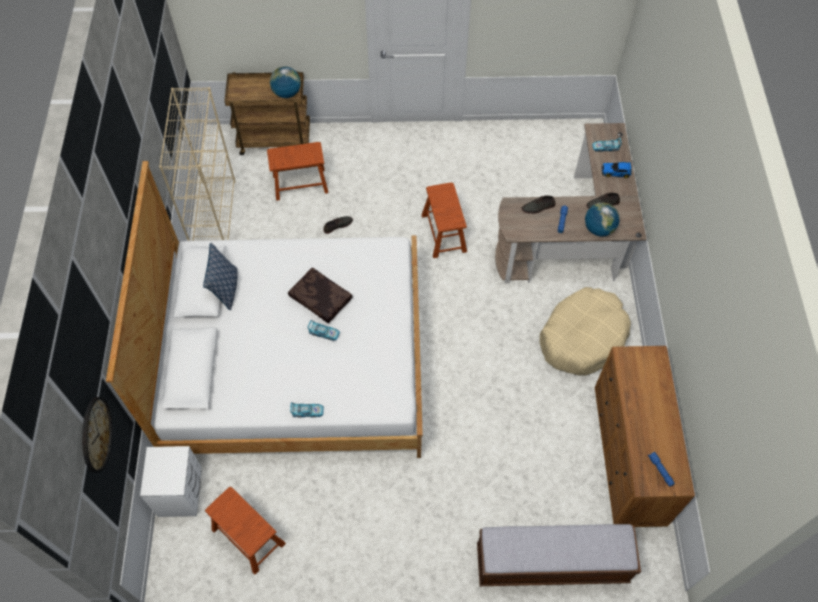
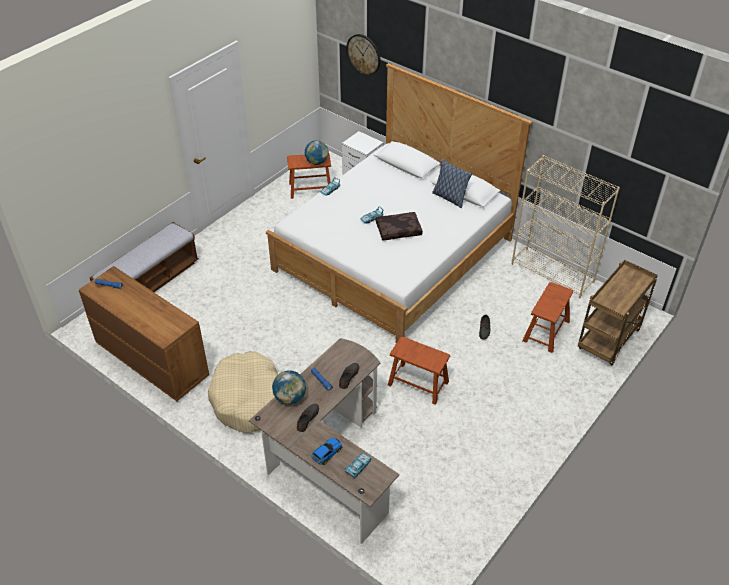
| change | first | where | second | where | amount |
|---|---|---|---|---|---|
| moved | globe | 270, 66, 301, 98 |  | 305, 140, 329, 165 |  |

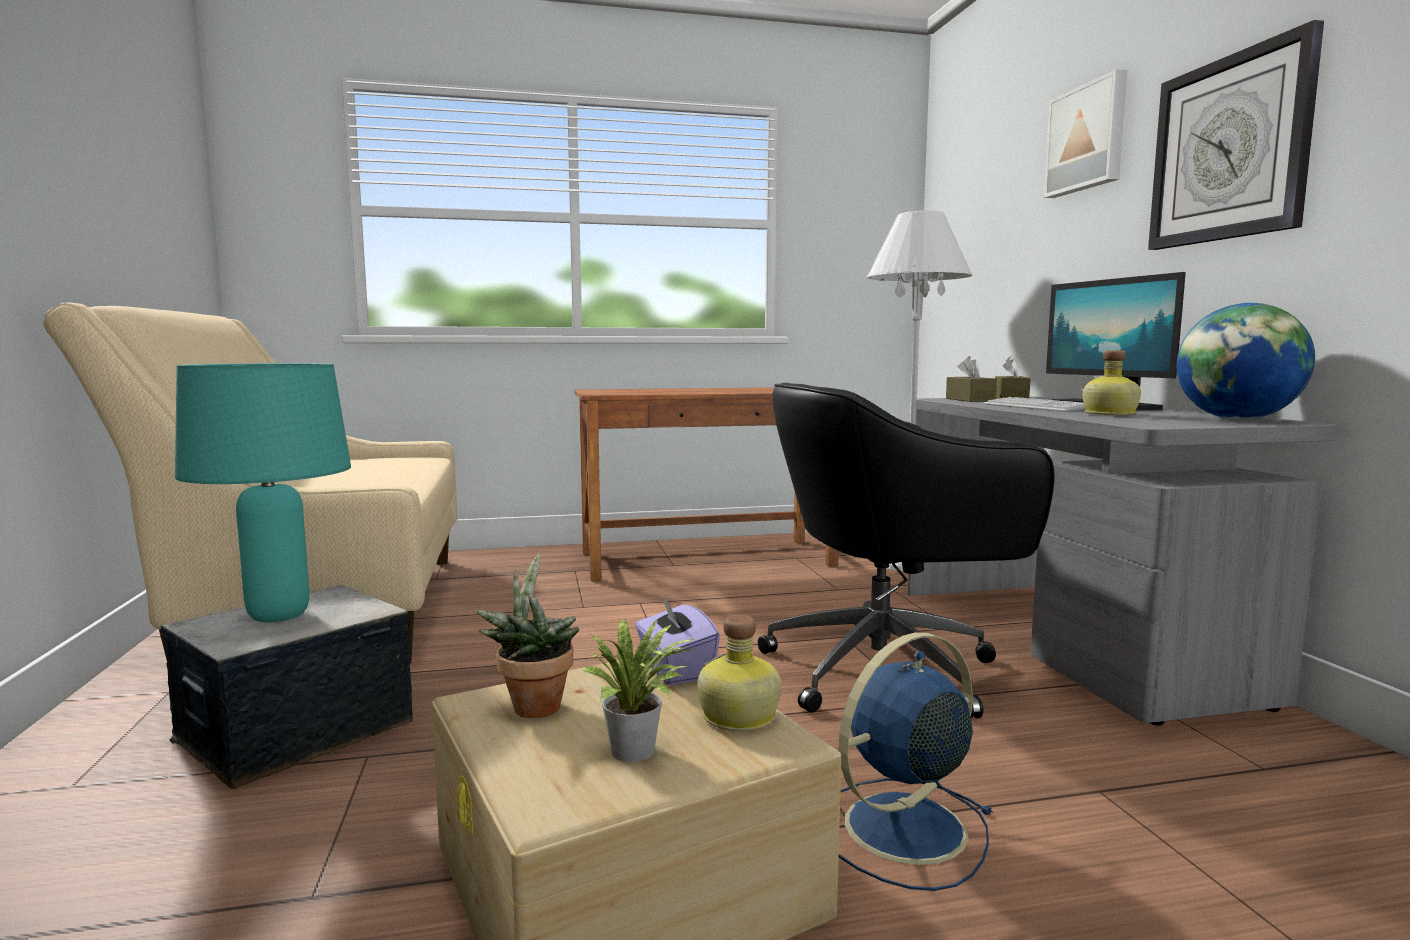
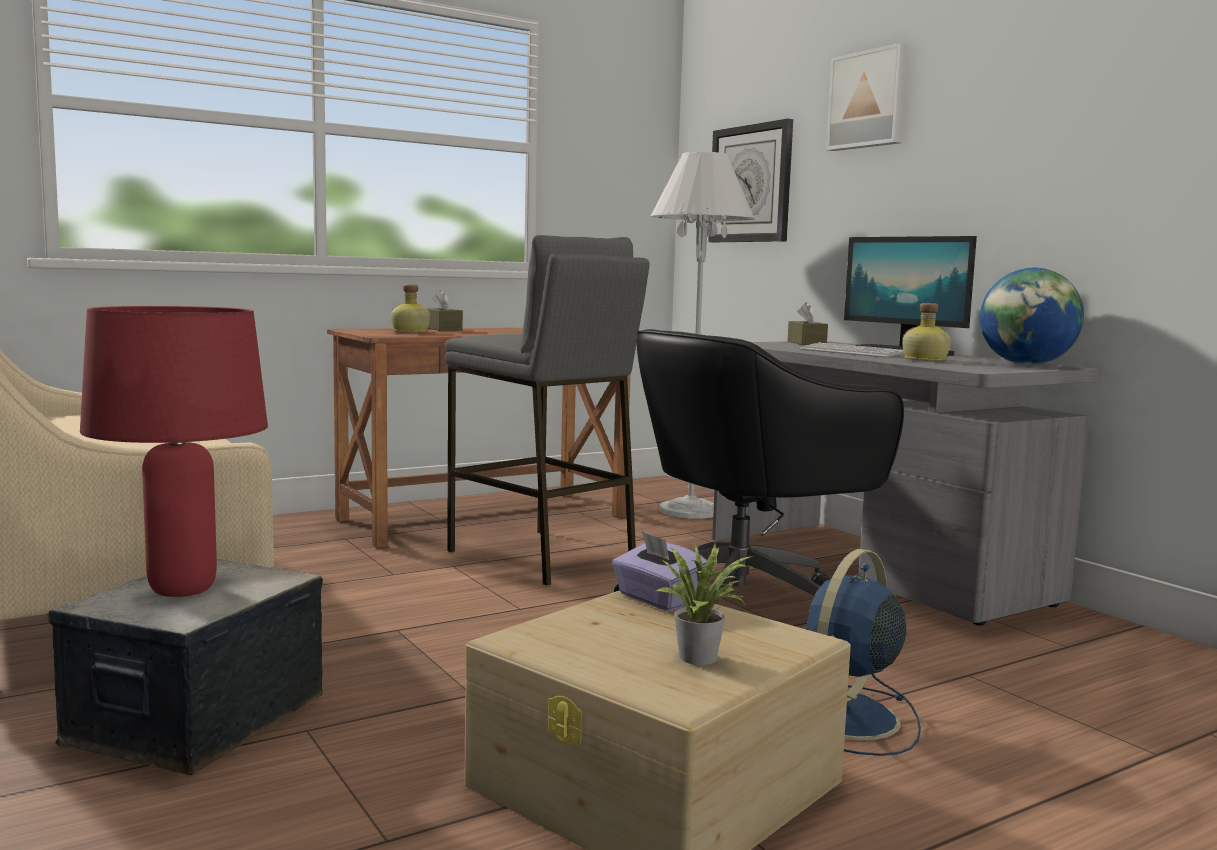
| change | first | where | second | where | amount |
|---|---|---|---|---|---|
| recoloured | turquoise table lamp | 175, 363, 351, 622 | red table lamp | 80, 306, 268, 597 |  |
| moved | bottle | 697, 615, 781, 731 |  | 391, 284, 430, 333 |  |
| moved | brown tissue box | 946, 356, 997, 402 |  | 426, 290, 463, 331 |  |
| added |  |  | grey stool | 445, 235, 649, 586 |  |
| moved | wall clock | 1148, 20, 1324, 250 |  | 708, 119, 793, 242 |  |
| removed | potted plant | 477, 553, 579, 718 |  |  |  |

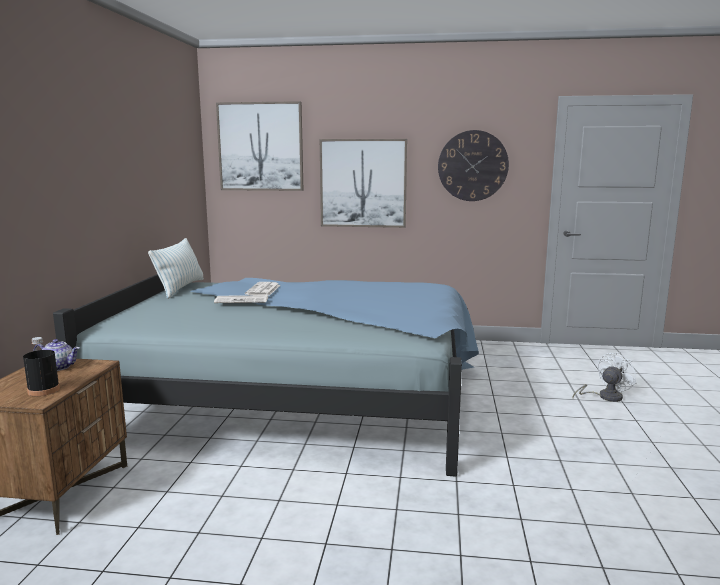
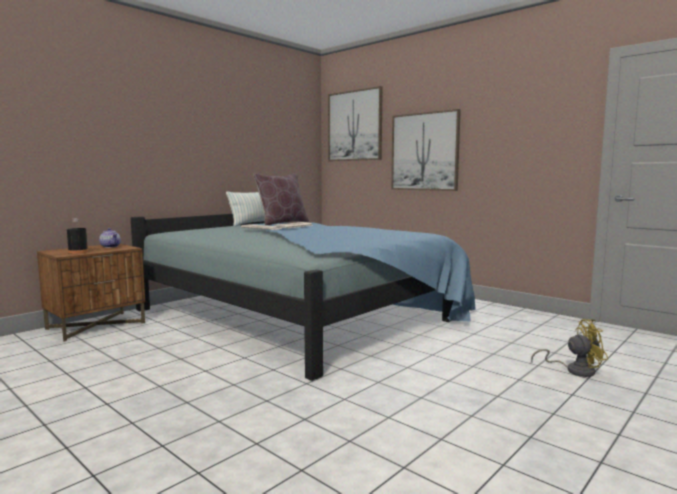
| change | first | where | second | where | amount |
|---|---|---|---|---|---|
| added |  |  | brown pillow | 253, 174, 309, 225 |  |
| recoloured | white fan | 573, 352, 636, 402 | yellow fan | 531, 319, 608, 377 |  |
| removed | wall clock | 438, 130, 509, 201 |  |  |  |

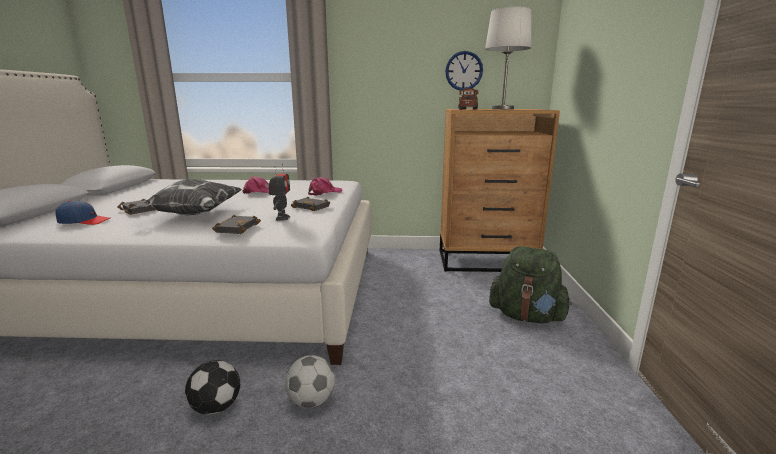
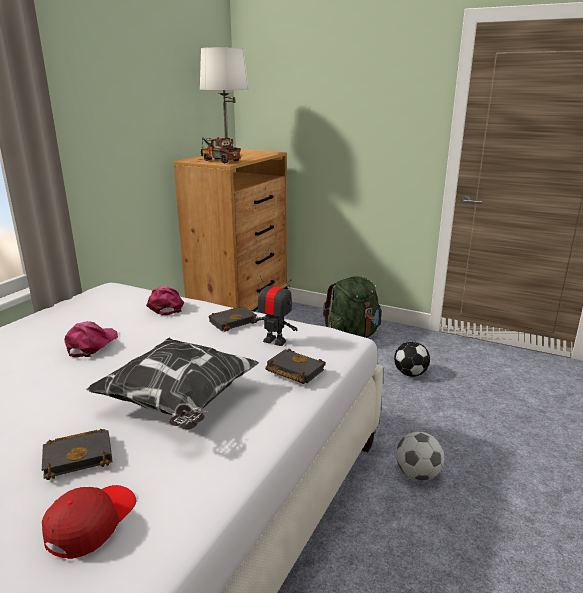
| change | first | where | second | where | amount |
|---|---|---|---|---|---|
| recoloured | blue cap | 55, 200, 110, 225 | red cap | 42, 485, 136, 559 |  |
| moved | football | 185, 360, 240, 415 |  | 394, 341, 430, 377 |  |
| removed | wall clock | 445, 51, 483, 90 |  |  |  |

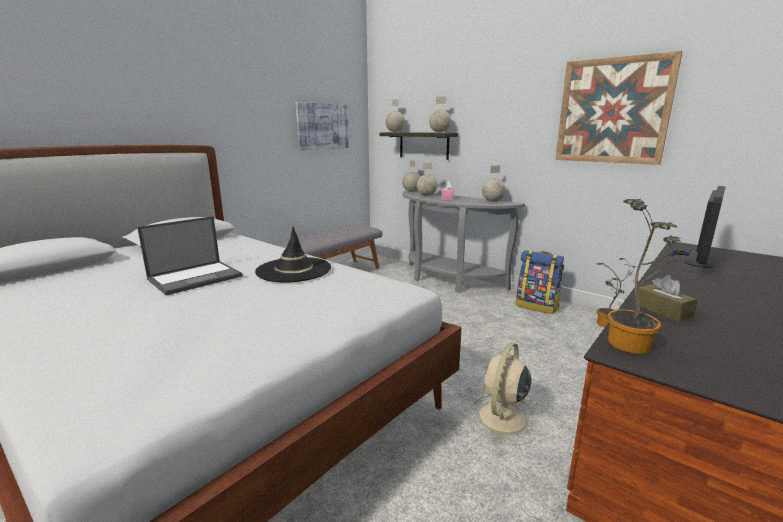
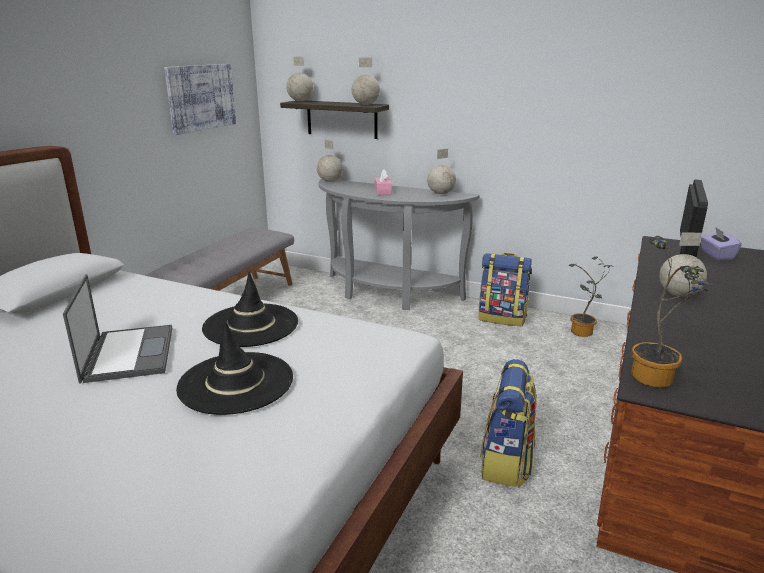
| change | first | where | second | where | amount |
|---|---|---|---|---|---|
| turned | laptop | 137, 216, 243, 295 |  | 63, 274, 172, 384 | 45 degrees counterclockwise |
| added |  |  | black hat | 176, 321, 293, 415 |  |
| replaced | beige fan | 467, 342, 537, 445 | backpack | 480, 359, 537, 487 |  |
| moved | globe | 417, 162, 438, 196 |  | 659, 233, 707, 297 |  |
| added |  |  | purple tissue box | 701, 228, 742, 260 |  |
| removed | picture | 555, 51, 683, 165 |  |  |  |
| removed | brown tissue box | 635, 275, 698, 322 |  |  |  |

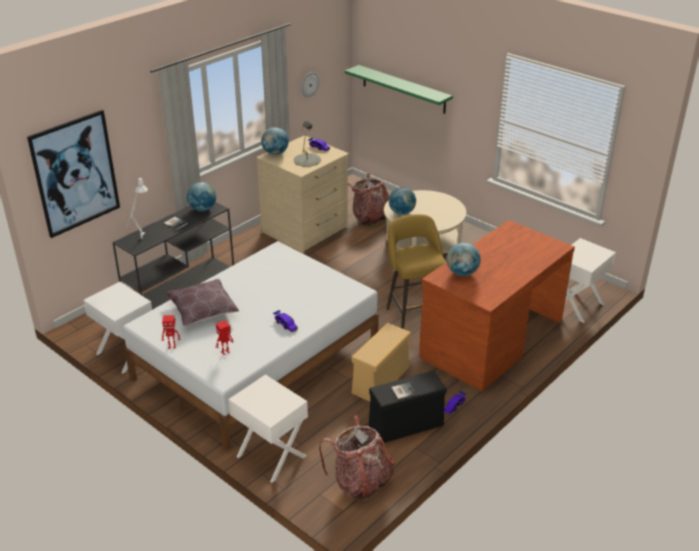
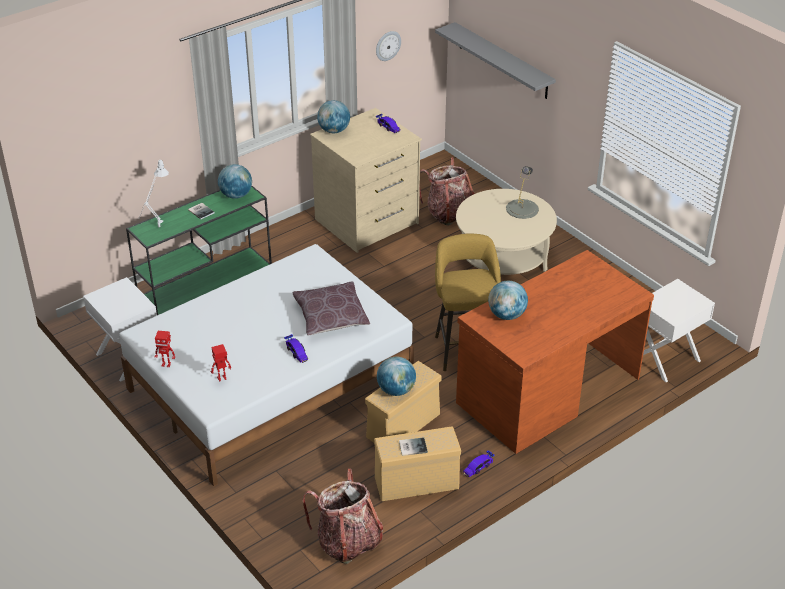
| change | first | where | second | where | amount |
|---|---|---|---|---|---|
| recoloured | black console table | 112, 202, 234, 310 | green console table | 126, 186, 272, 315 |  |
| moved | brown pillow | 166, 279, 239, 326 |  | 292, 281, 370, 335 |  |
| recoloured | black storage box | 369, 371, 447, 443 | beige storage box | 374, 426, 461, 501 |  |
| moved | globe | 389, 187, 416, 215 |  | 377, 356, 416, 396 |  |
| recoloured | green shelf | 345, 65, 453, 114 | grey shelf | 435, 22, 556, 99 |  |
| moved | grey table lamp | 293, 121, 321, 167 |  | 506, 166, 539, 219 |  |
| removed | picture | 27, 110, 120, 238 |  |  |  |
| removed | white nightstand | 228, 374, 308, 483 |  |  |  |

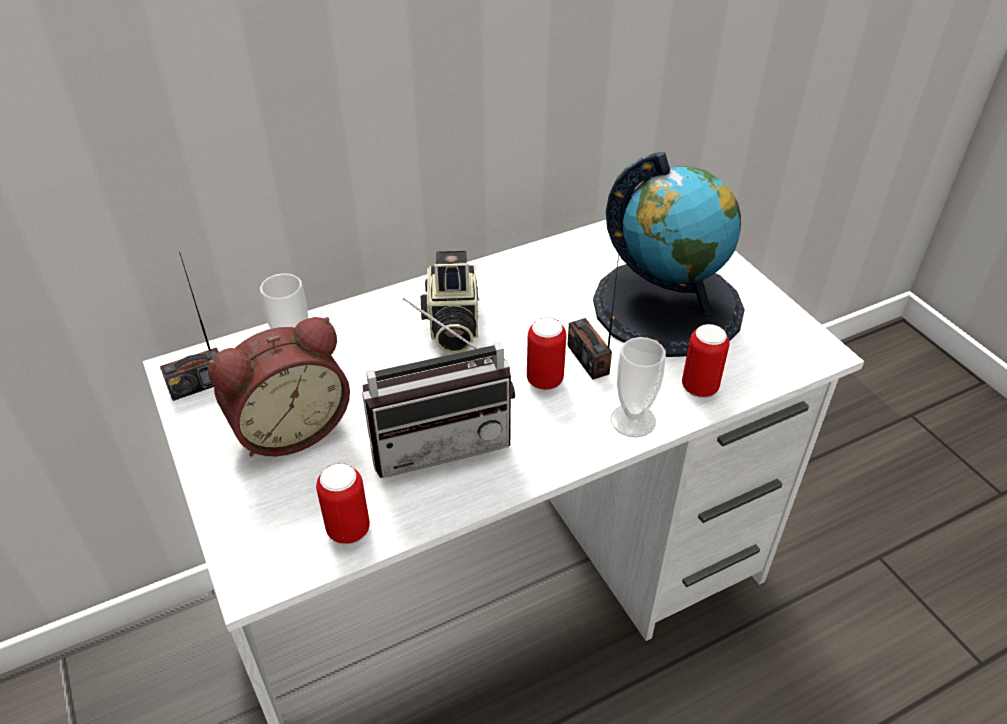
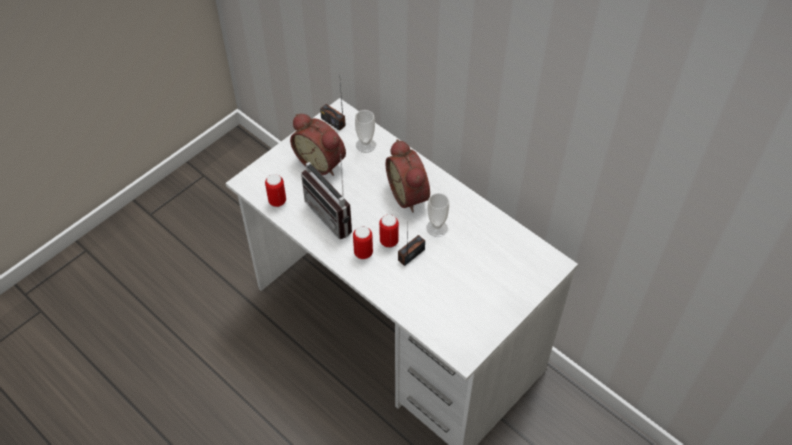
| change | first | where | second | where | amount |
|---|---|---|---|---|---|
| moved | can | 682, 324, 729, 398 |  | 353, 226, 373, 259 |  |
| replaced | photo camera | 421, 251, 479, 354 | alarm clock | 386, 139, 430, 212 |  |
| moved | cup | 611, 337, 666, 438 |  | 426, 193, 449, 237 |  |
| removed | globe | 593, 152, 745, 357 |  |  |  |

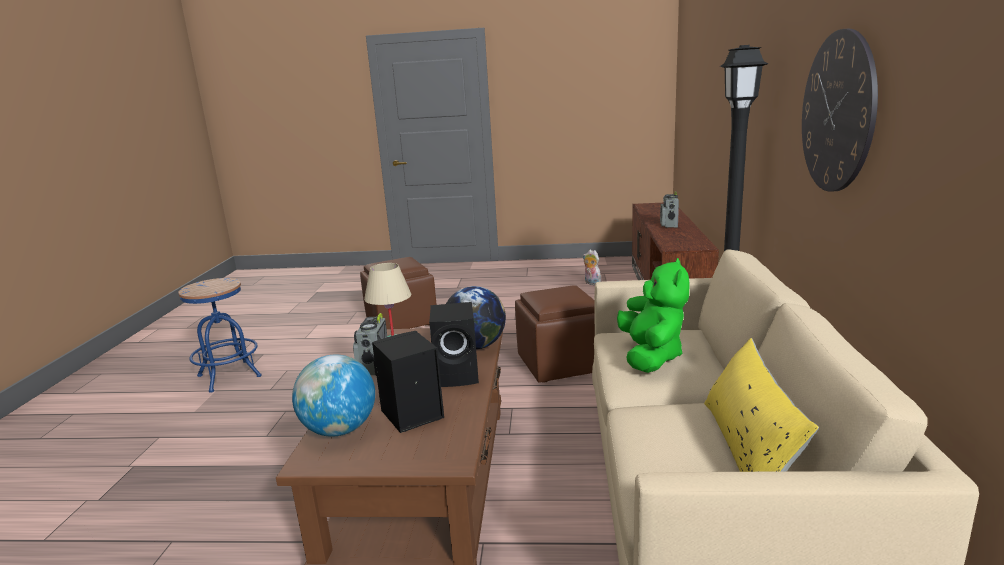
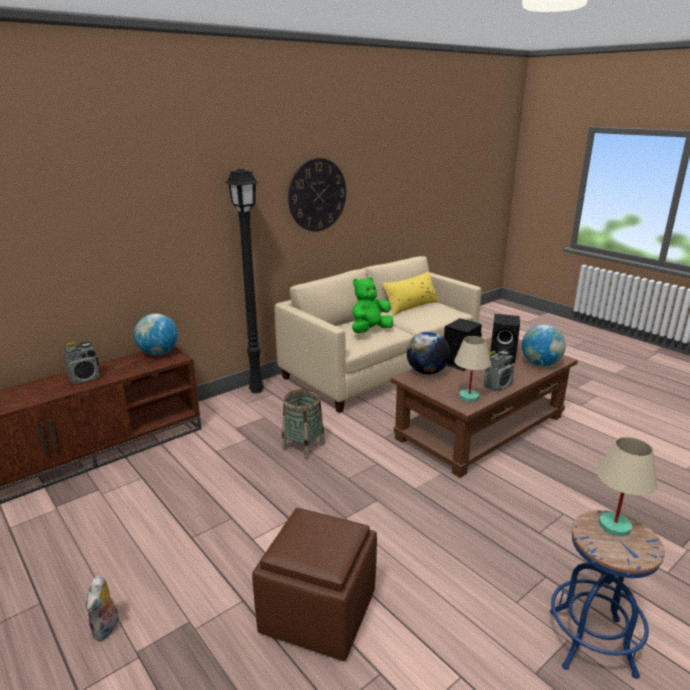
| change | first | where | second | where | amount |
|---|---|---|---|---|---|
| moved | plush toy | 583, 250, 601, 286 |  | 86, 575, 119, 641 |  |
| added |  |  | globe | 134, 313, 178, 355 |  |
| replaced | brown ottoman | 515, 285, 595, 383 | basket | 282, 389, 325, 459 |  |
| added |  |  | beige table lamp | 596, 437, 658, 536 |  |

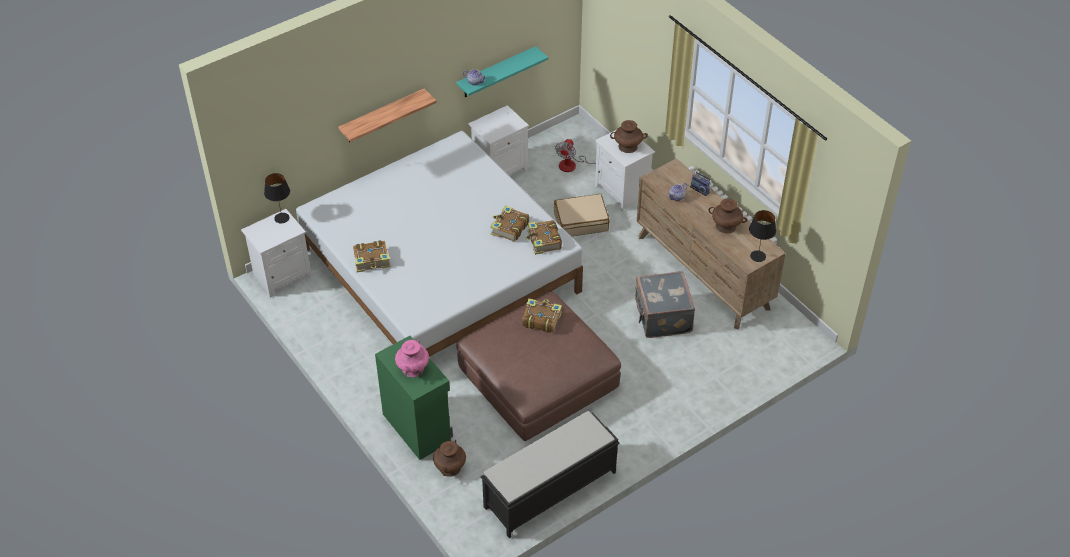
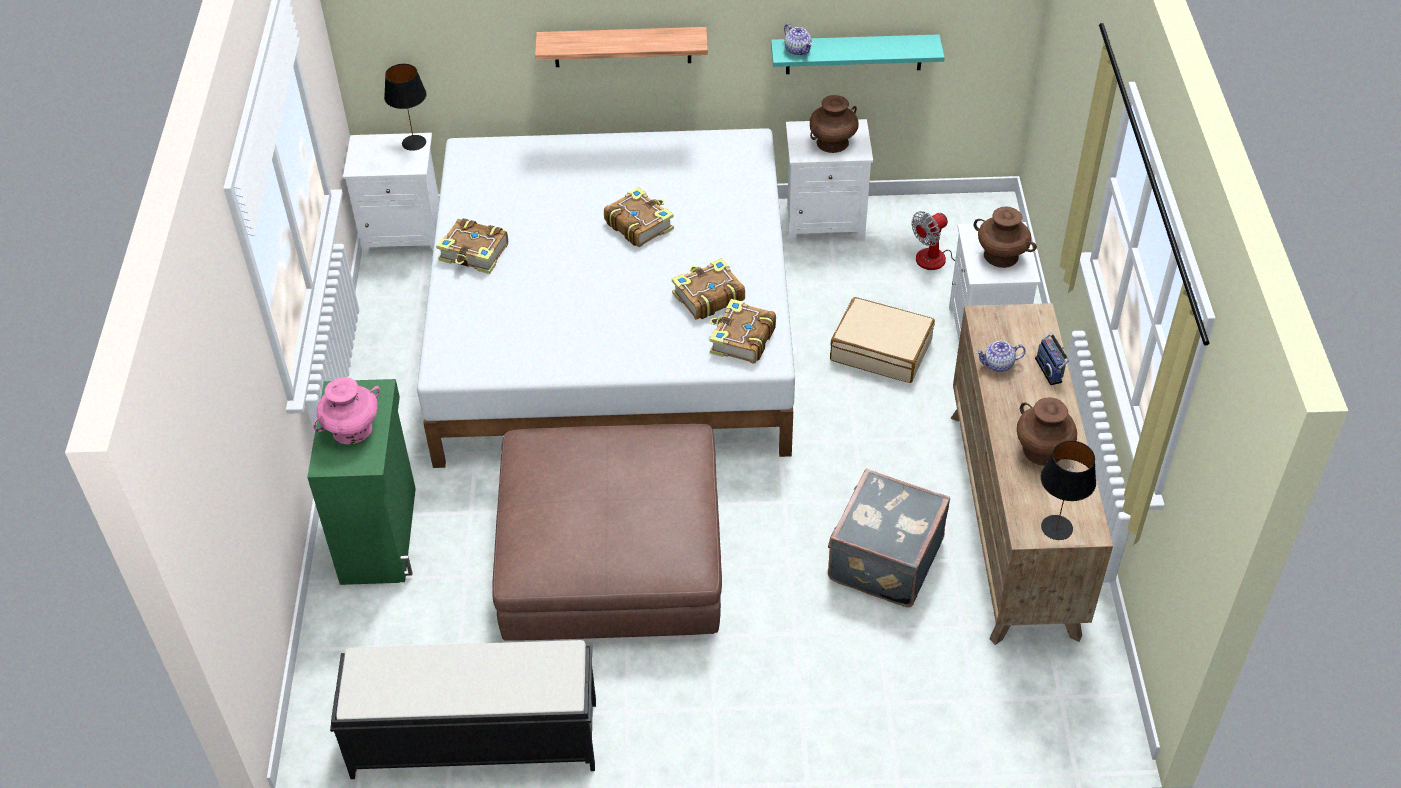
| change | first | where | second | where | amount |
|---|---|---|---|---|---|
| moved | book | 522, 298, 562, 333 |  | 604, 187, 674, 247 |  |
| moved | brown vase | 433, 440, 466, 477 |  | 810, 95, 859, 153 |  |

